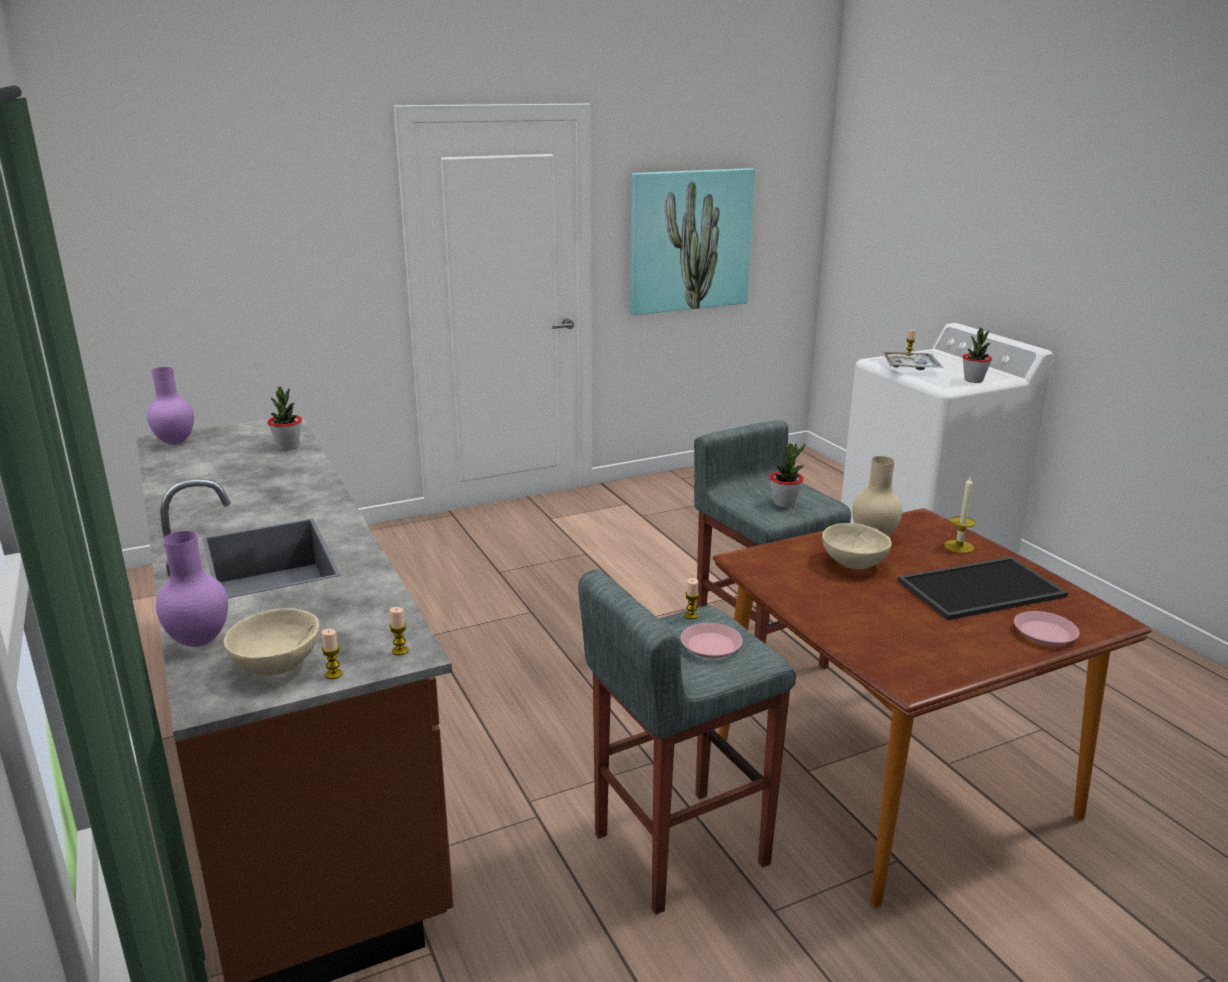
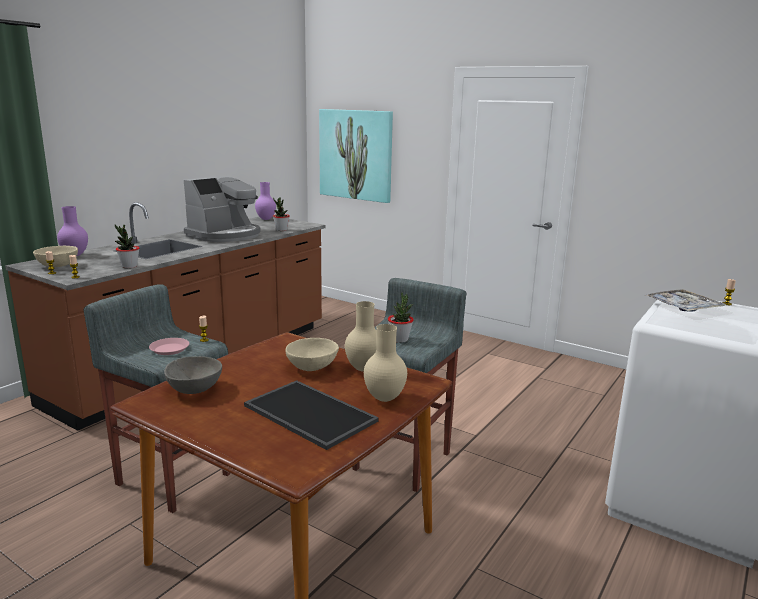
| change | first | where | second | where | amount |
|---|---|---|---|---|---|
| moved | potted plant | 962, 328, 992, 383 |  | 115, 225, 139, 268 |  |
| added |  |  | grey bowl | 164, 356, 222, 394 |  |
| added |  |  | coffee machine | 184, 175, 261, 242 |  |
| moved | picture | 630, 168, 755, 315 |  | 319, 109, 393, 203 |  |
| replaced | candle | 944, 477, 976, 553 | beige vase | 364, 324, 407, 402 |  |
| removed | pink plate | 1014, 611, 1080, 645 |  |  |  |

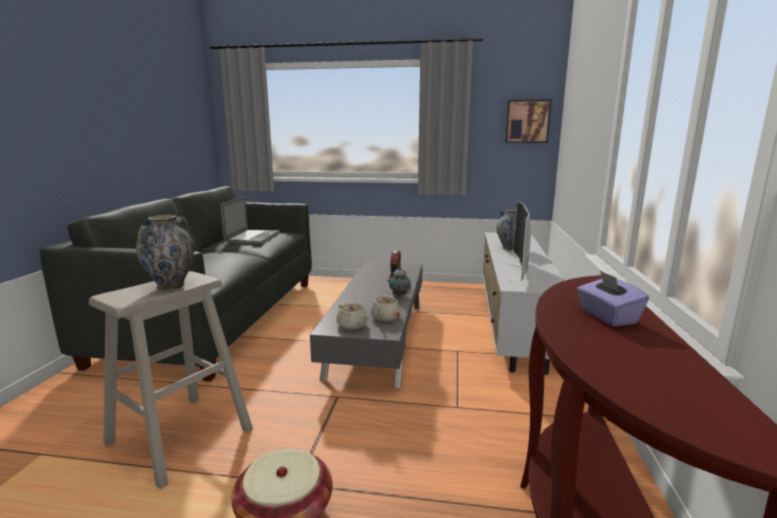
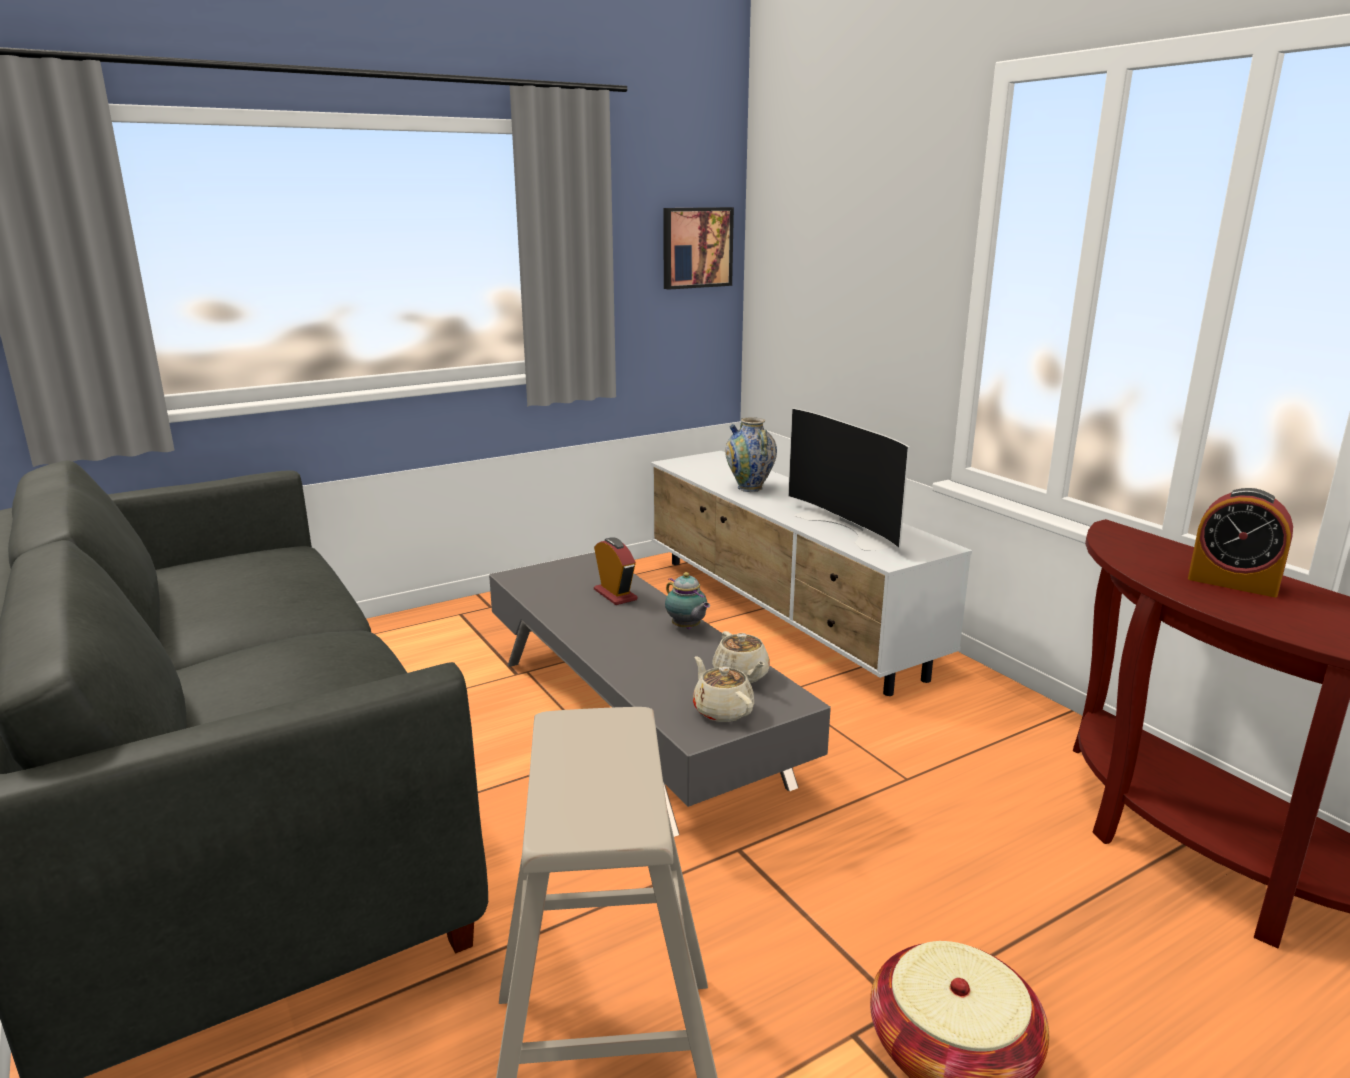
| change | first | where | second | where | amount |
|---|---|---|---|---|---|
| turned | beige teapot | 336, 302, 368, 330 |  | 693, 656, 754, 722 | 135 degrees counterclockwise |
| replaced | purple tissue box | 577, 270, 649, 326 | alarm clock | 1188, 488, 1293, 597 |  |
| removed | vase | 136, 215, 194, 290 |  |  |  |
| removed | laptop | 220, 196, 280, 244 |  |  |  |

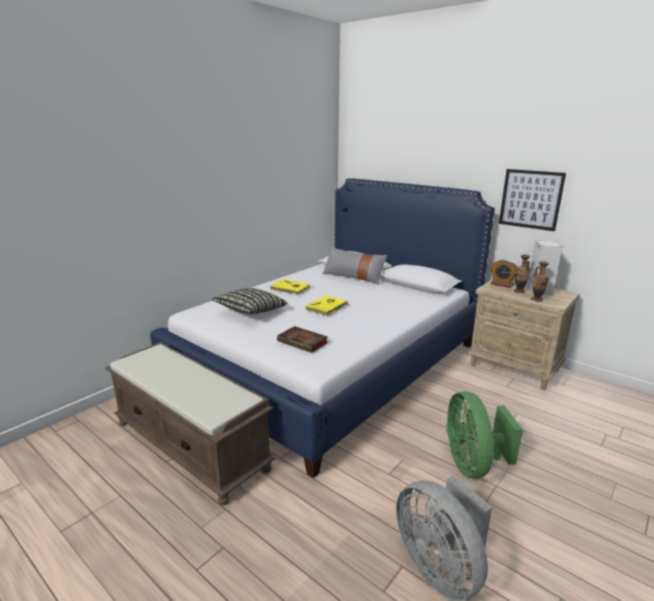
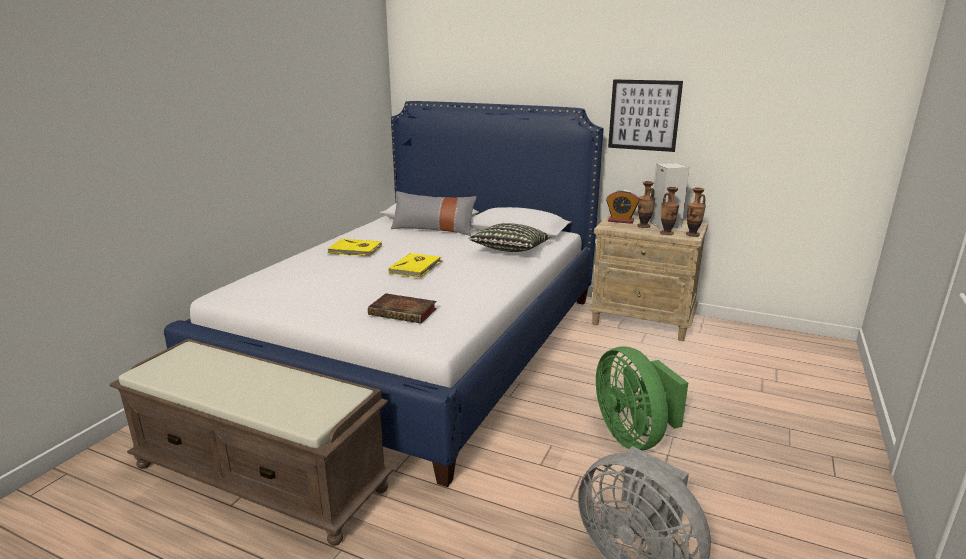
| change | first | where | second | where | amount |
|---|---|---|---|---|---|
| moved | pillow | 211, 288, 288, 314 |  | 469, 223, 550, 252 |  |
| added |  |  | vase | 686, 187, 706, 237 |  |

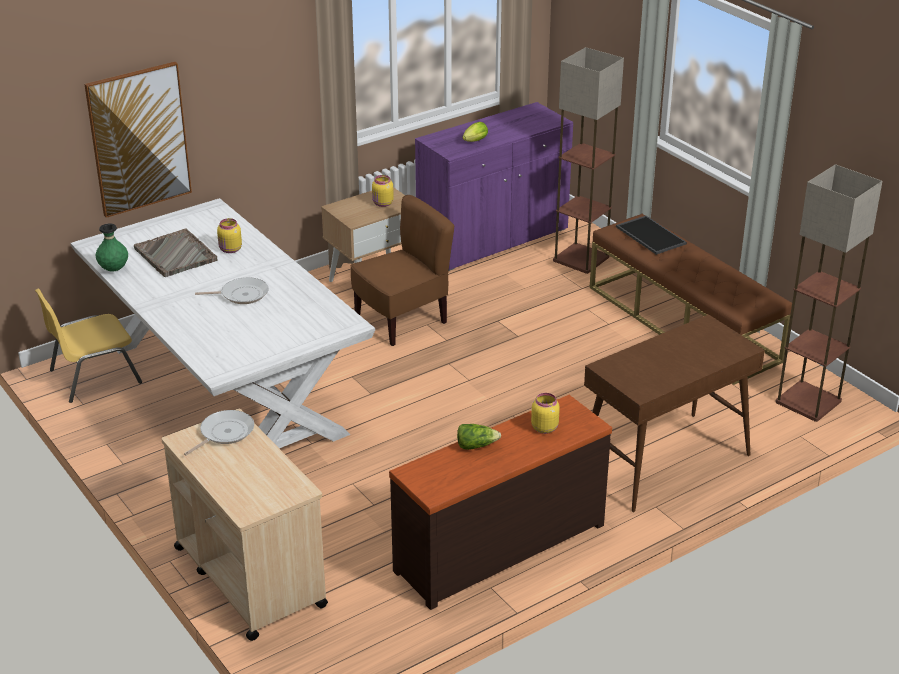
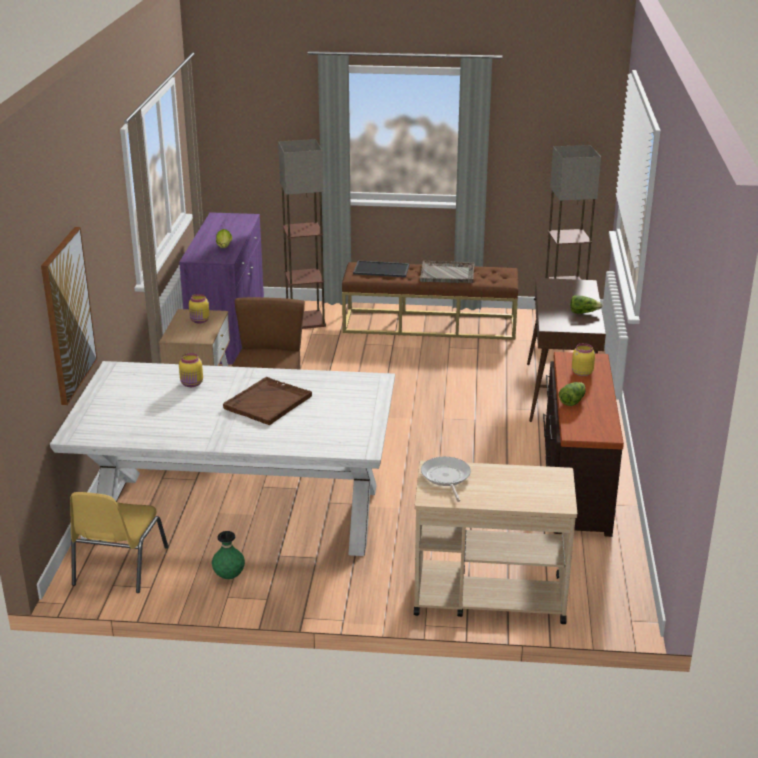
| change | first | where | second | where | amount |
|---|---|---|---|---|---|
| moved | green vase | 96, 224, 128, 271 |  | 212, 531, 245, 579 |  |
| replaced | frying pan | 195, 277, 269, 304 | brown tray | 223, 377, 312, 425 |  |
| moved | grey tray | 134, 228, 217, 277 |  | 420, 261, 474, 283 |  |
| added |  |  | lettuce | 570, 295, 603, 314 |  |

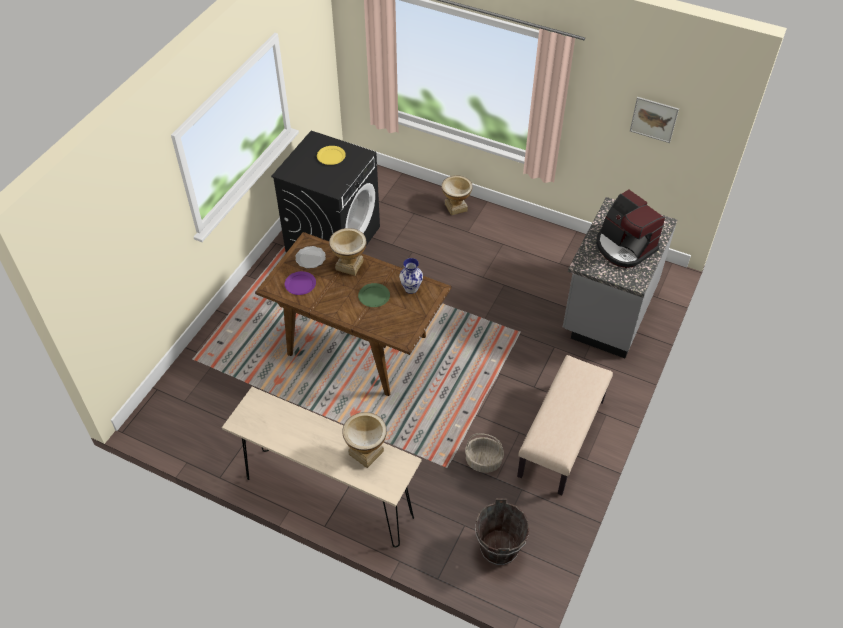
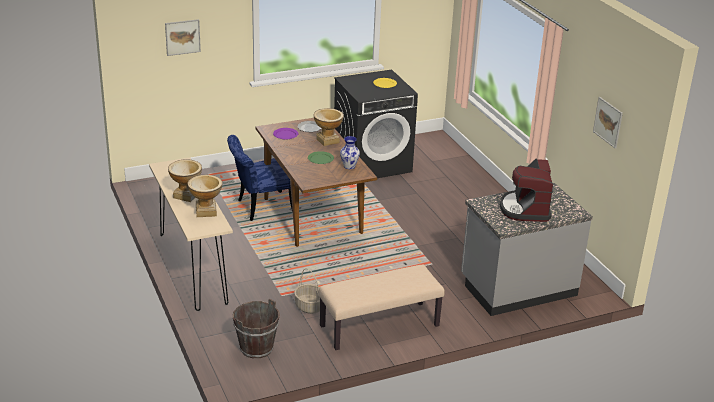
| change | first | where | second | where | amount |
|---|---|---|---|---|---|
| added |  |  | picture | 165, 19, 201, 56 |  |
| moved | vase | 442, 175, 473, 215 |  | 168, 159, 202, 202 |  |
| added |  |  | blue chair | 227, 135, 293, 221 |  |

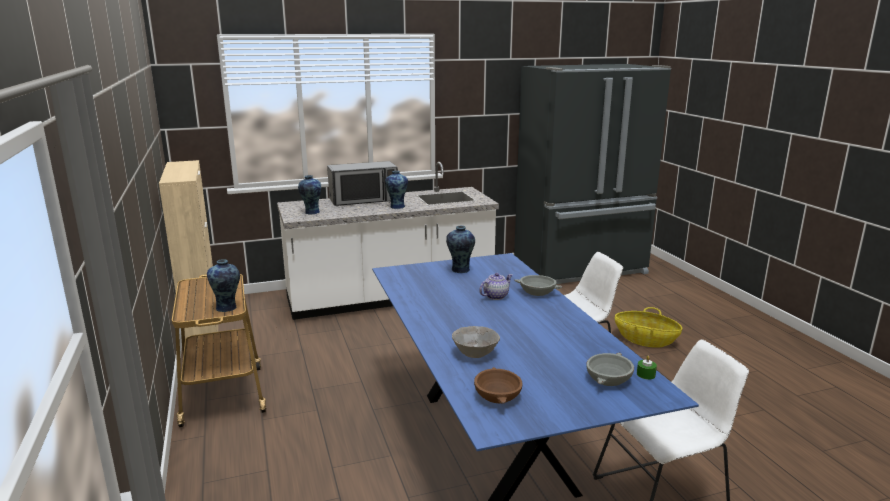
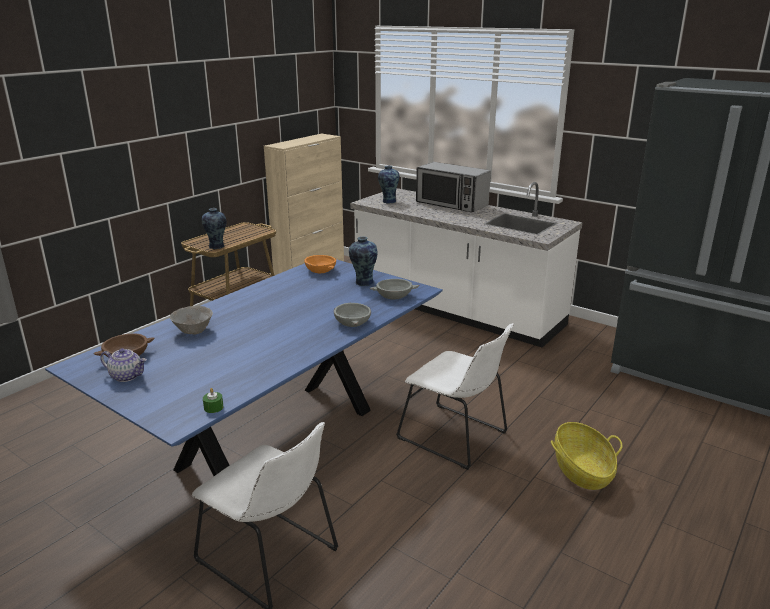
| change | first | where | second | where | amount |
|---|---|---|---|---|---|
| moved | teapot | 479, 273, 512, 300 |  | 100, 348, 147, 382 |  |
| added |  |  | orange bowl | 304, 255, 336, 273 |  |
| moved | grey bowl | 586, 353, 634, 386 |  | 370, 279, 419, 300 |  |
| removed | vase | 385, 171, 408, 209 |  |  |  |

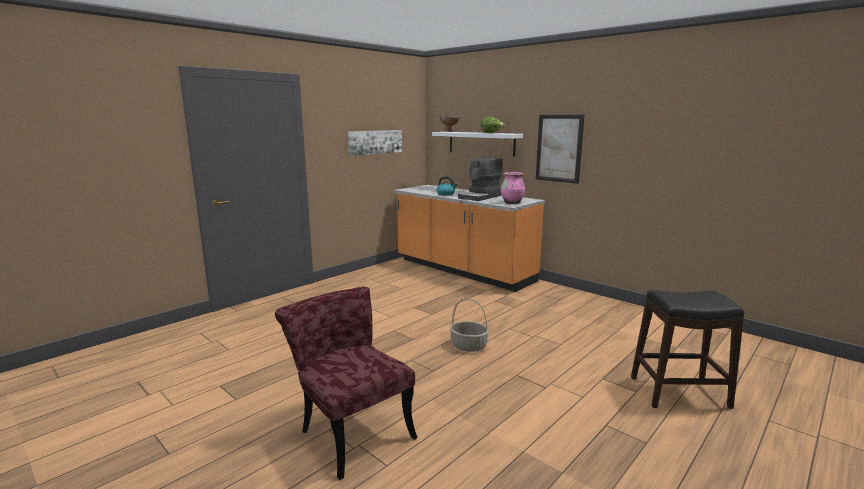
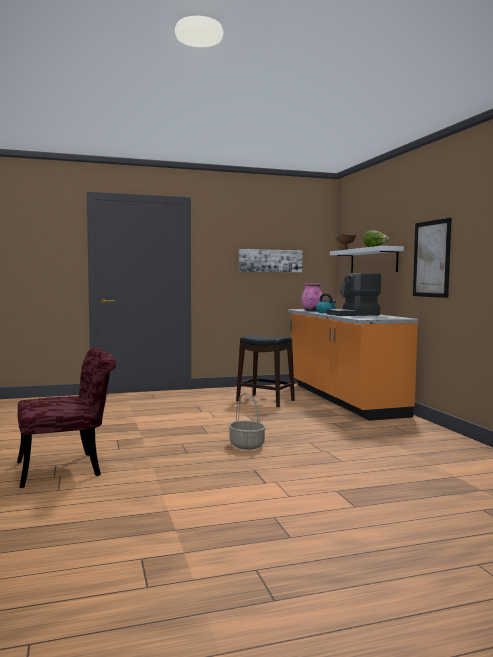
| change | first | where | second | where | amount |
|---|---|---|---|---|---|
| turned | red chair | 275, 287, 418, 480 |  | 17, 348, 116, 488 | 75 degrees clockwise |
| moved | black stool | 631, 290, 745, 409 |  | 236, 335, 295, 407 |  |
| moved | pink vase | 501, 172, 525, 204 |  | 301, 283, 323, 311 |  |

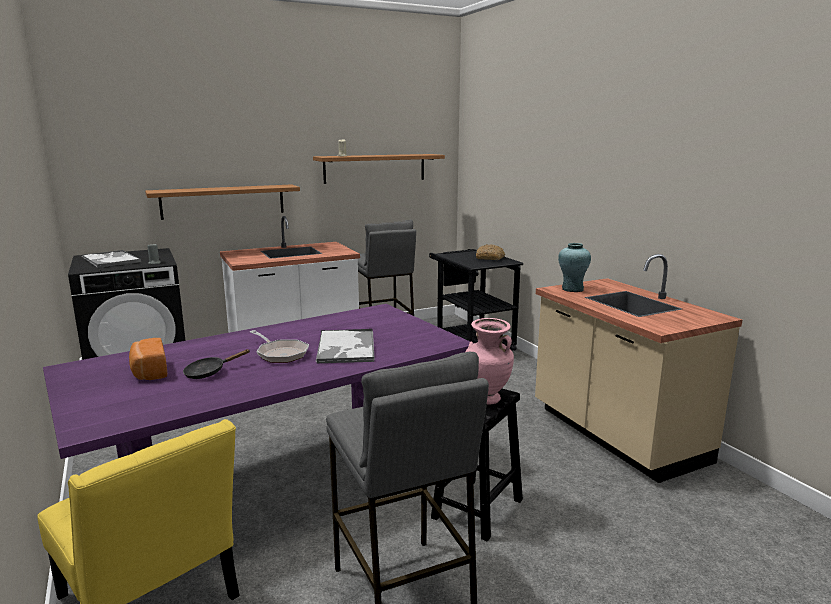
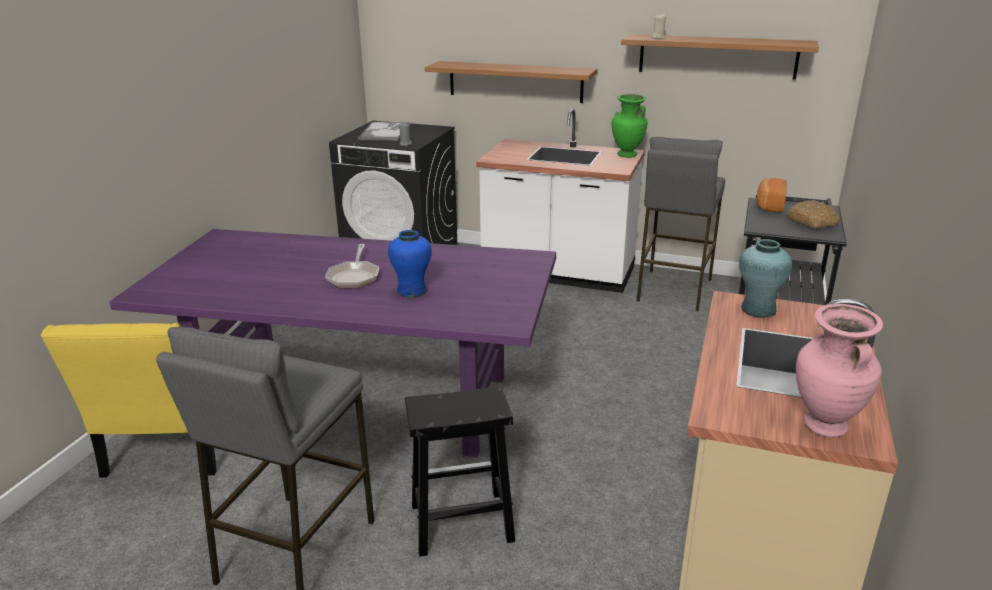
| change | first | where | second | where | amount |
|---|---|---|---|---|---|
| replaced | tray | 316, 329, 375, 363 | blue vase | 388, 230, 432, 298 |  |
| added |  |  | green vase | 612, 94, 648, 158 |  |
| moved | bread | 129, 338, 167, 380 |  | 757, 178, 786, 212 |  |
| moved | pink vase | 466, 318, 514, 404 |  | 796, 304, 883, 438 |  |
| removed | black frying pan | 183, 349, 250, 379 |  |  |  |

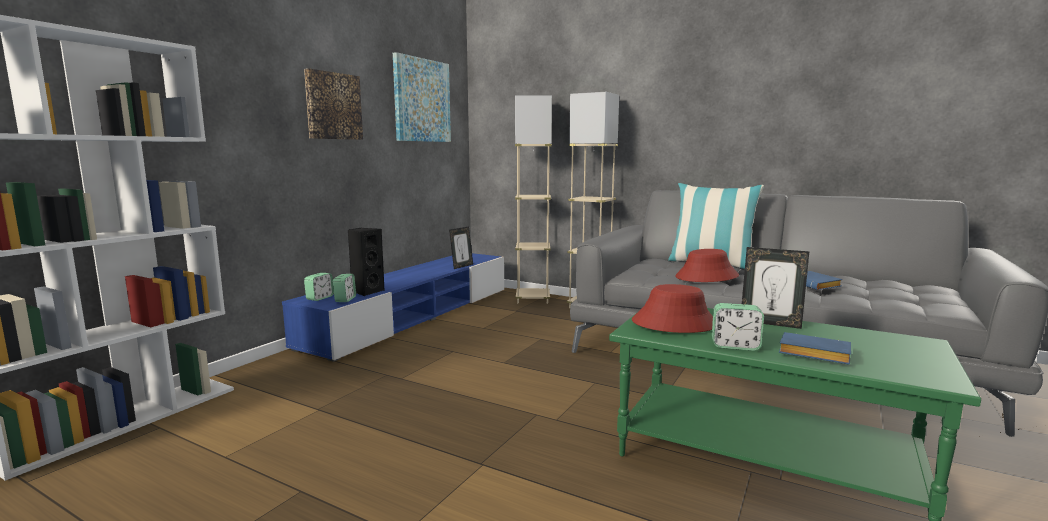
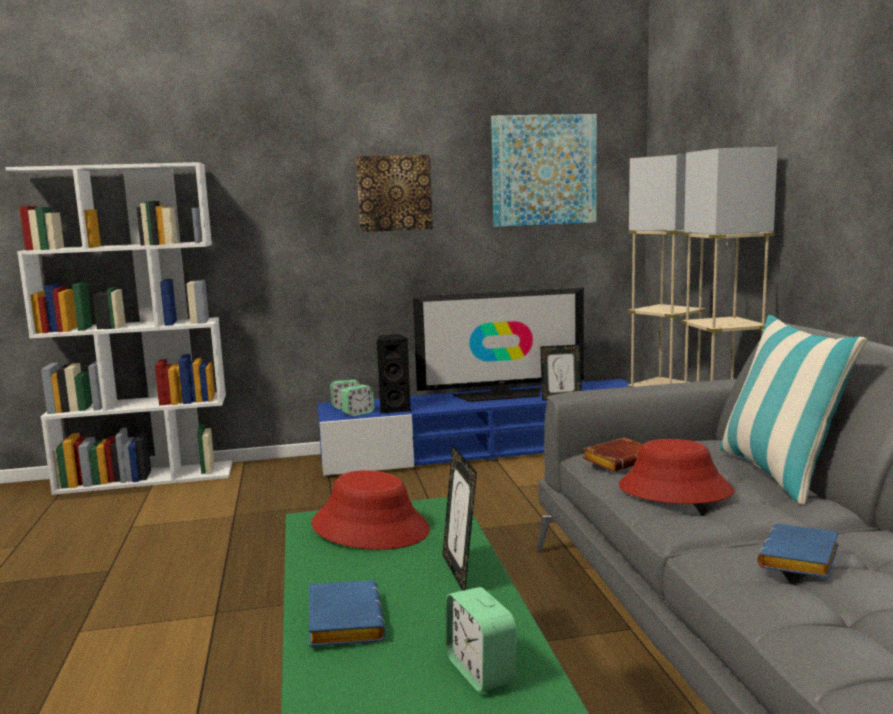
| change | first | where | second | where | amount |
|---|---|---|---|---|---|
| added |  |  | television | 413, 287, 584, 402 |  |
| moved | alarm clock | 712, 303, 764, 351 |  | 446, 587, 517, 692 |  |
| added |  |  | brown book | 583, 437, 643, 472 |  |

